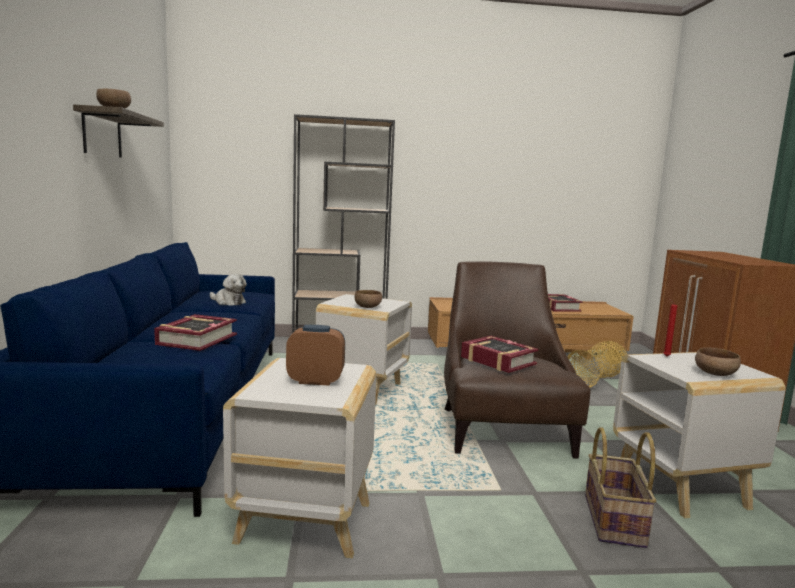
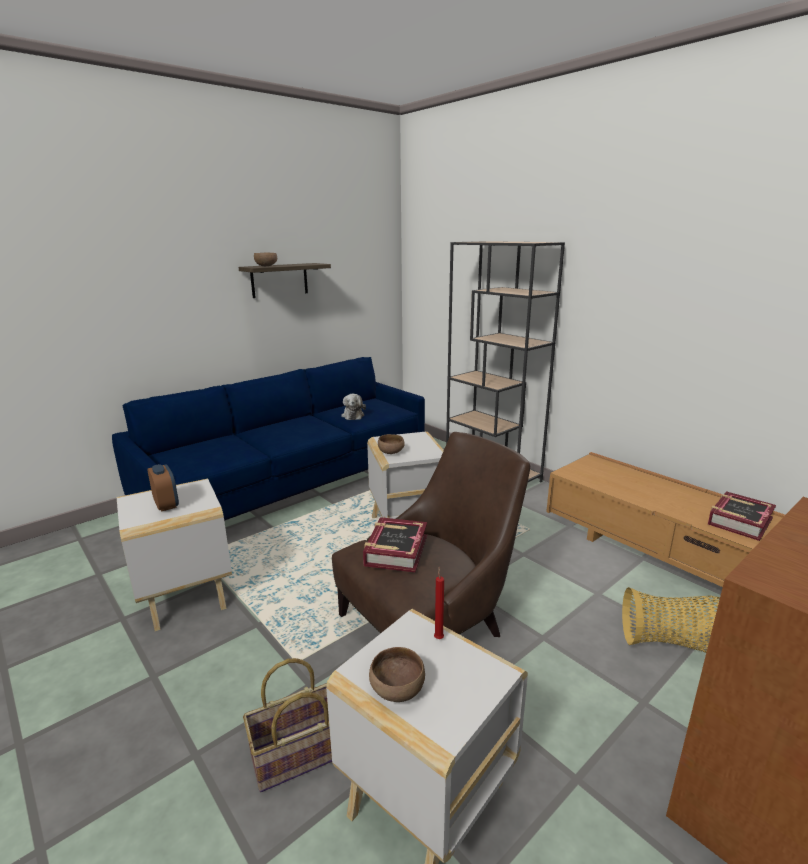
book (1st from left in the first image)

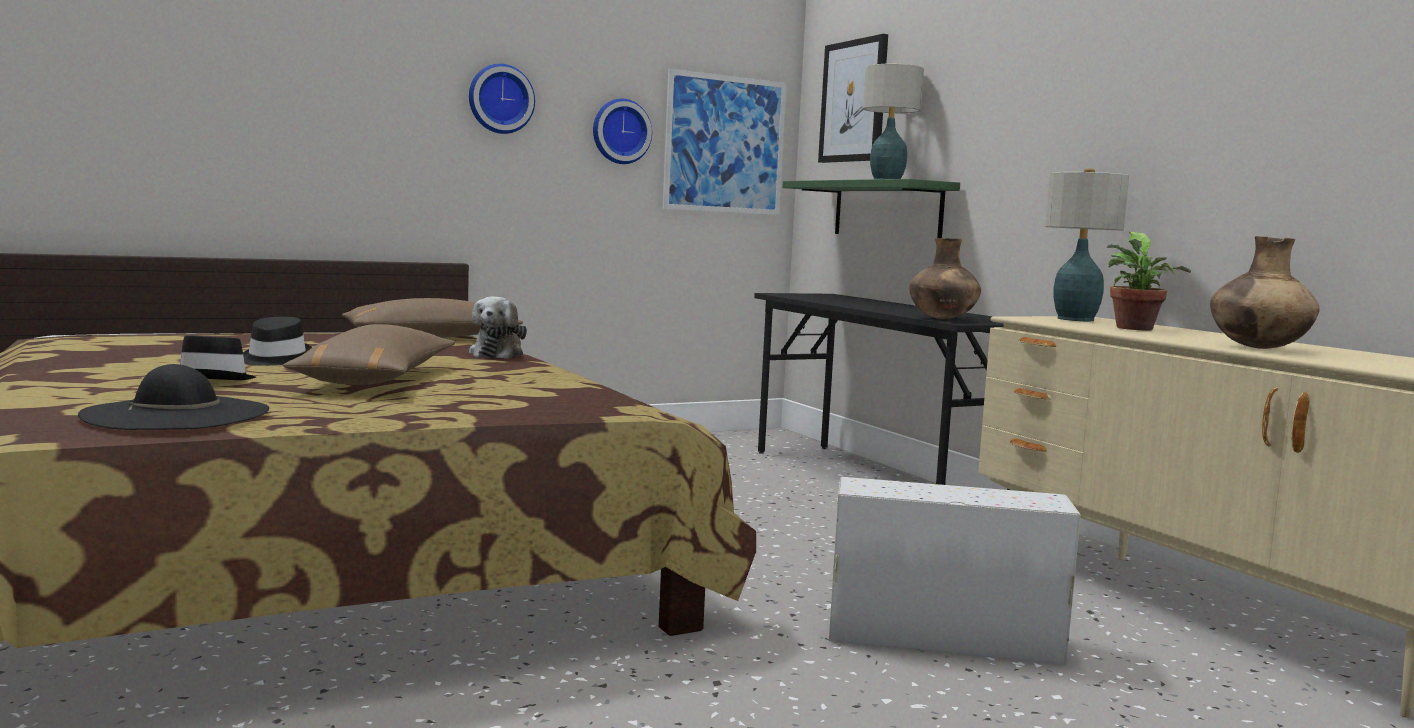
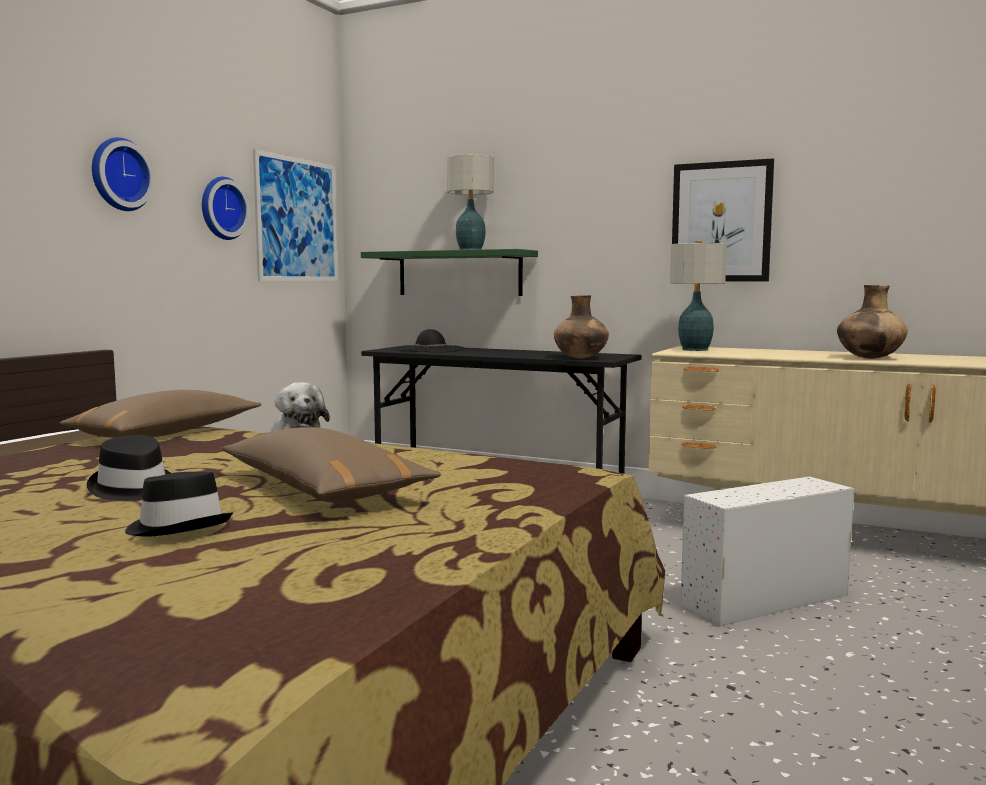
black hat (3rd from left)
picture (2nd from left)
potted plant

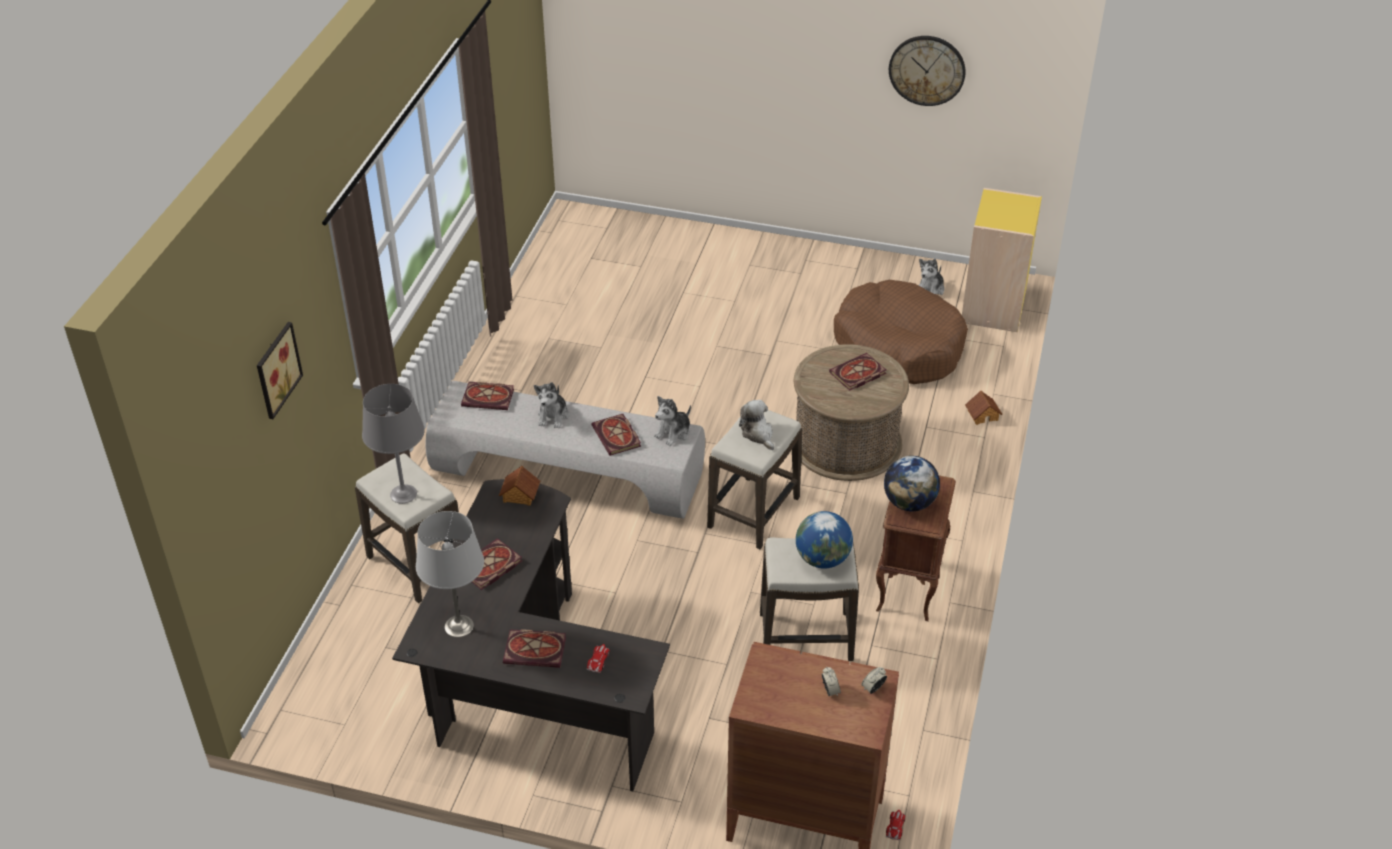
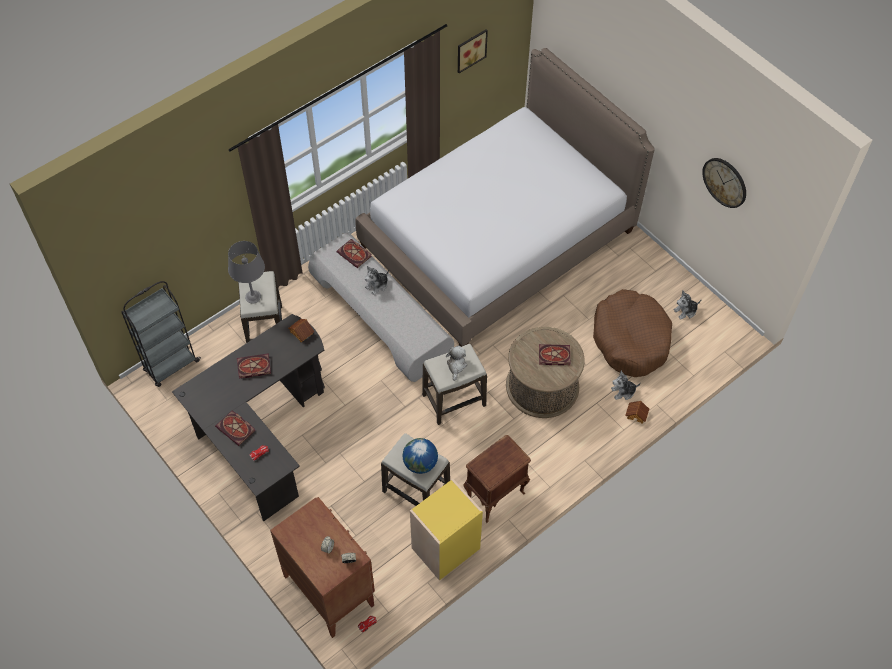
grey cart
bed
yellow bookcase
picture
plush toy (3rd from left)
grey table lamp (2nd from left in the first image)
book (4th from left in the first image)
globe (2nd from left in the first image)

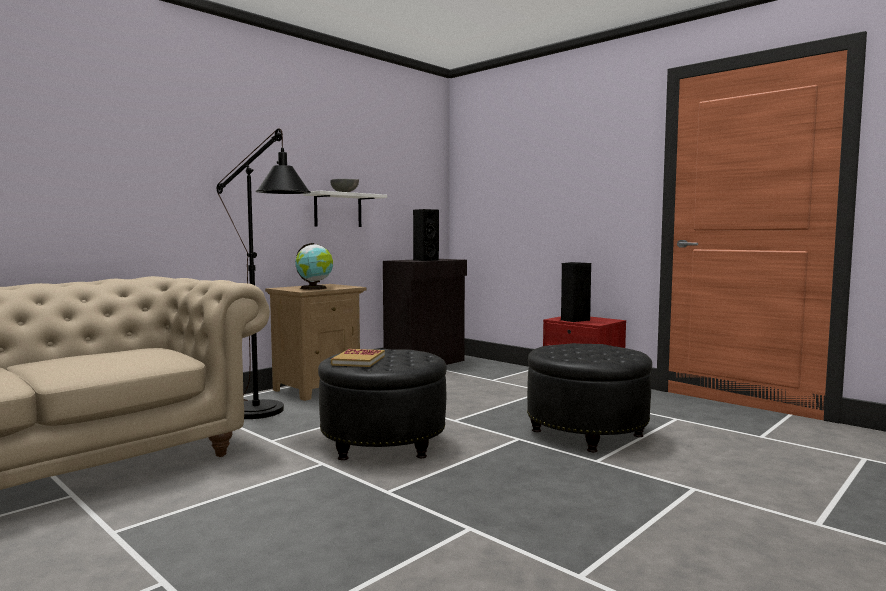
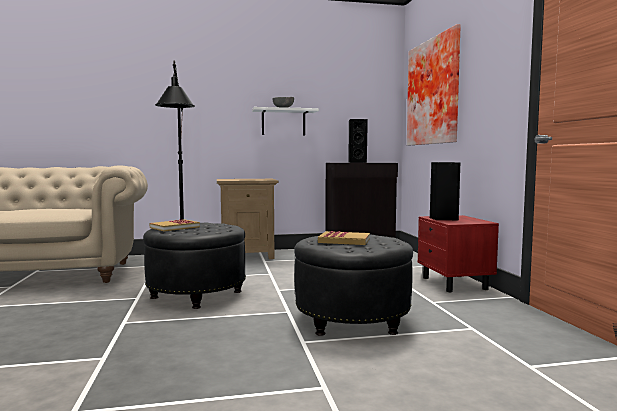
book (2nd from left)
picture
globe

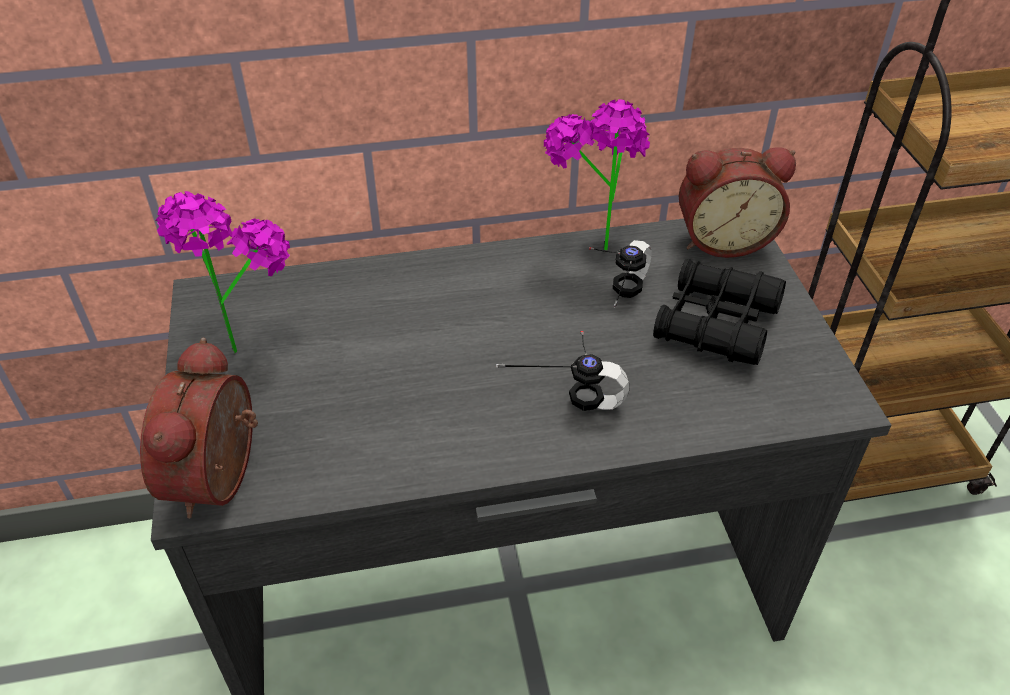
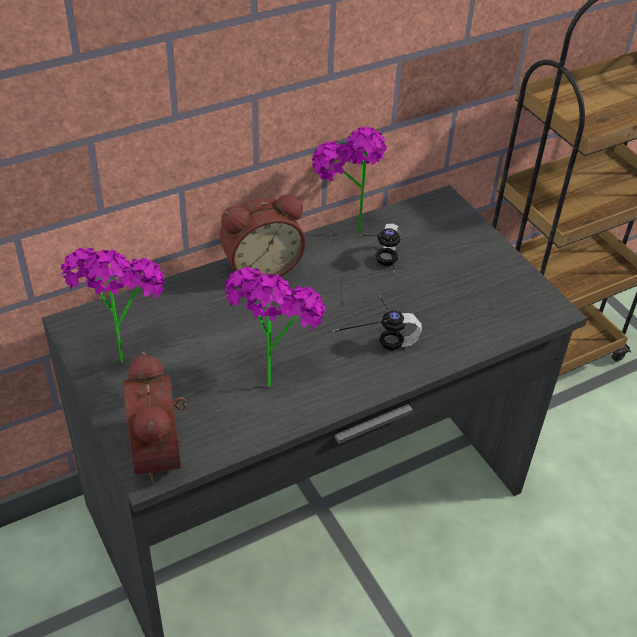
alarm clock (2nd from left)
potted plant (2nd from left)
black binoculars

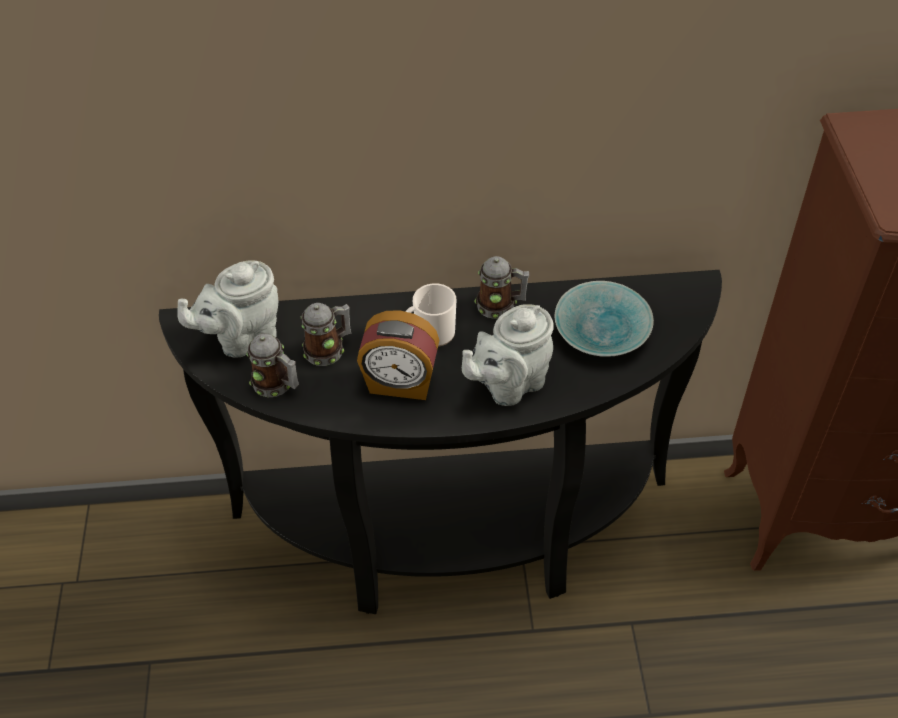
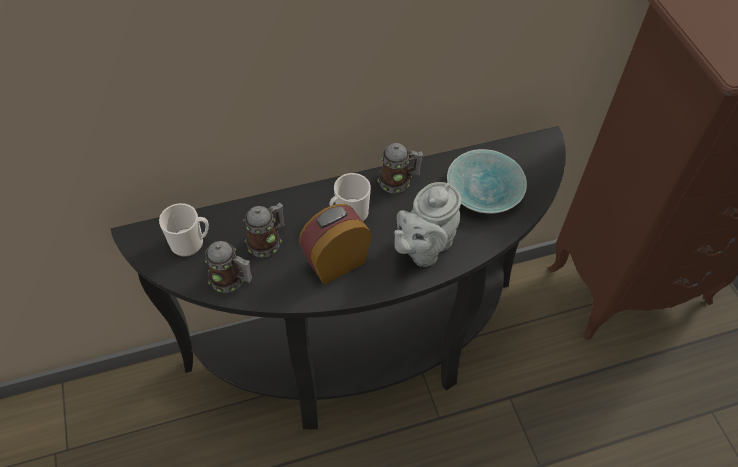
mug (1st from left)
alarm clock

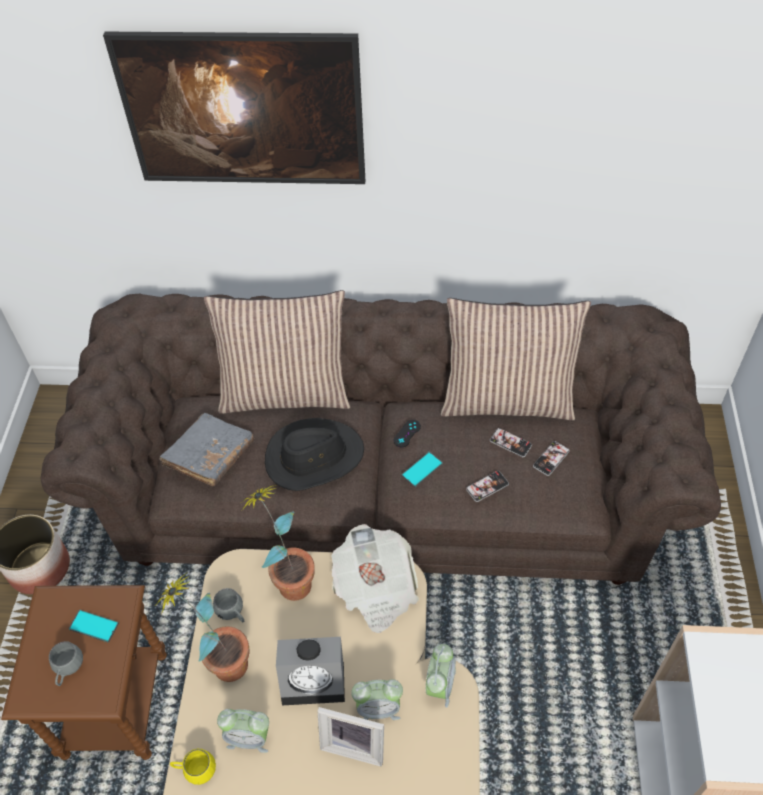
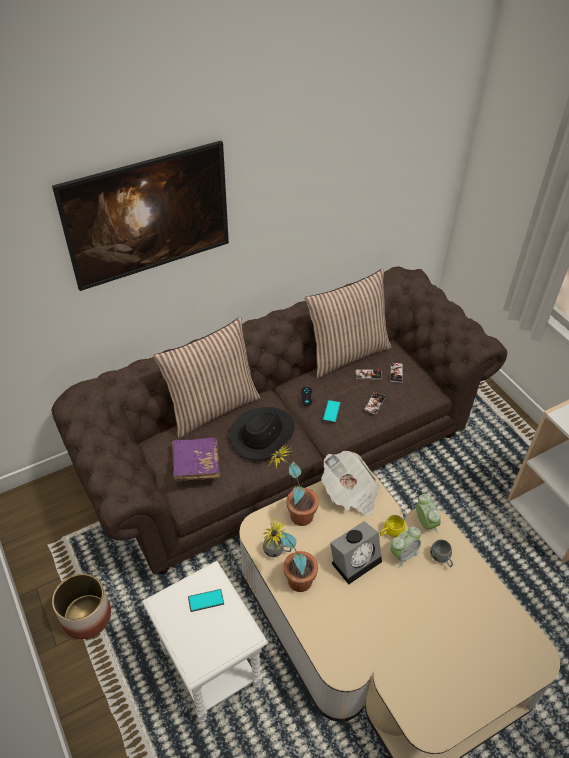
white side table
purple book
yellow mug
grey mug (2nd from left)
alarm clock (1st from left in the first image)
picture frame

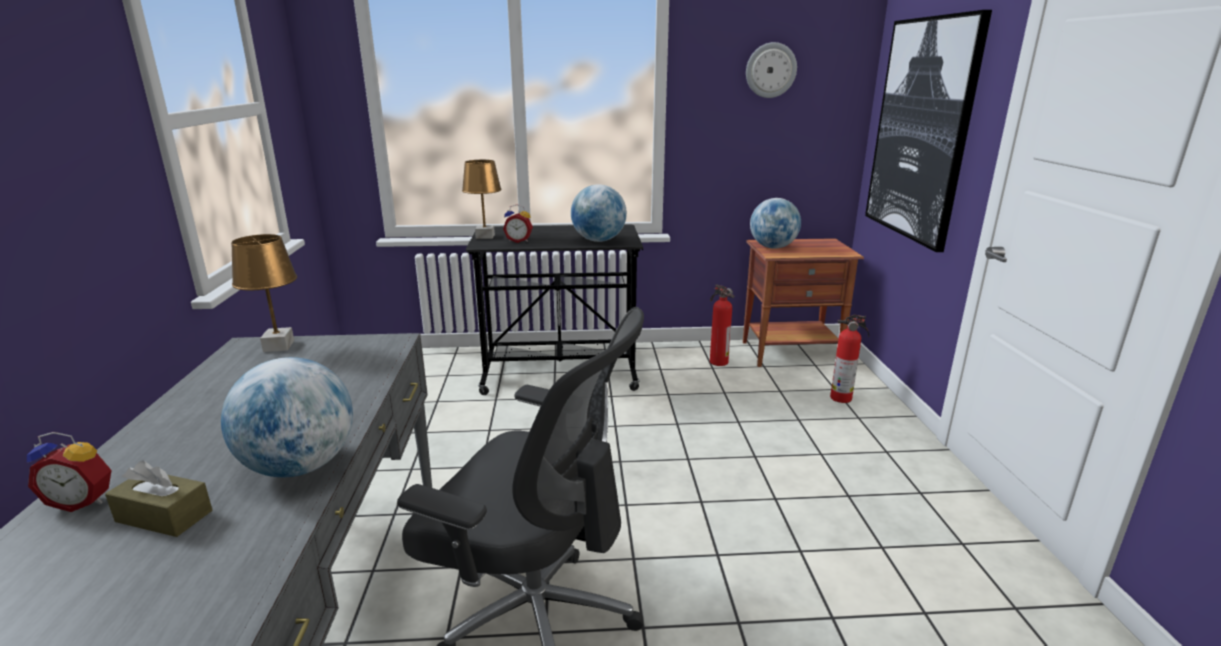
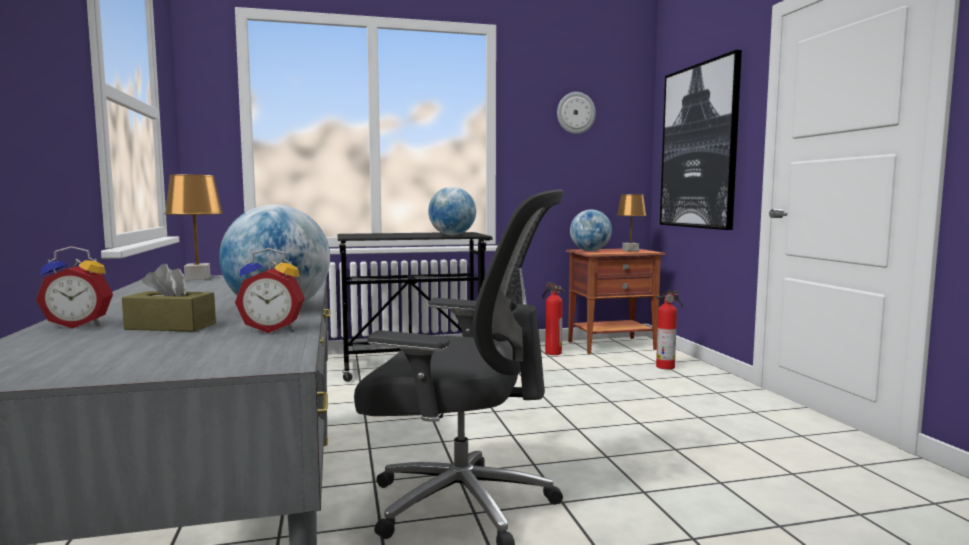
alarm clock (2nd from left)
brown table lamp (2nd from left)

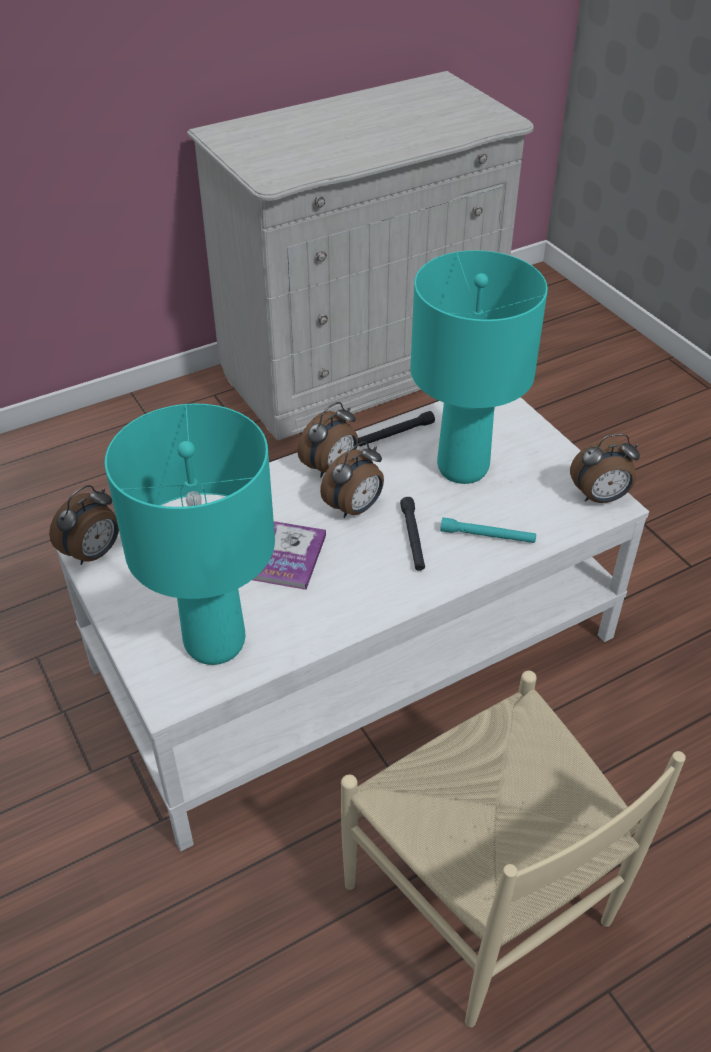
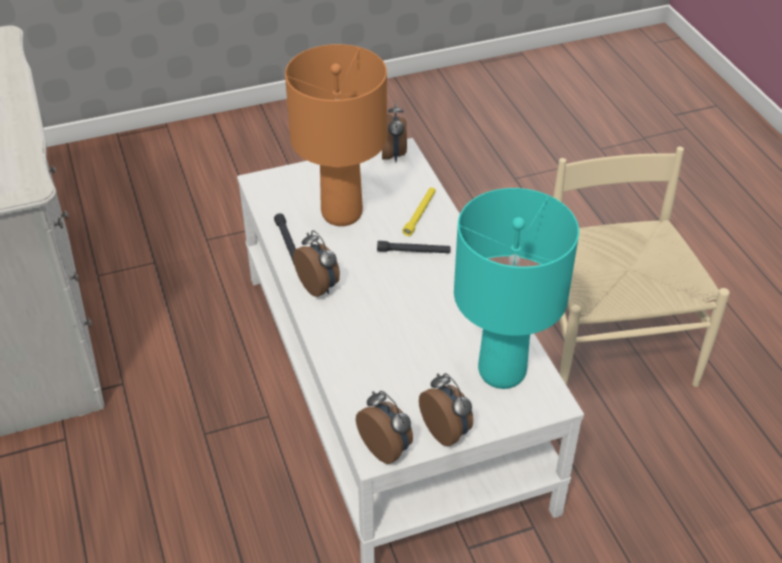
orange table lamp
yellow flashlight
alarm clock (4th from left)
beige chair
book

